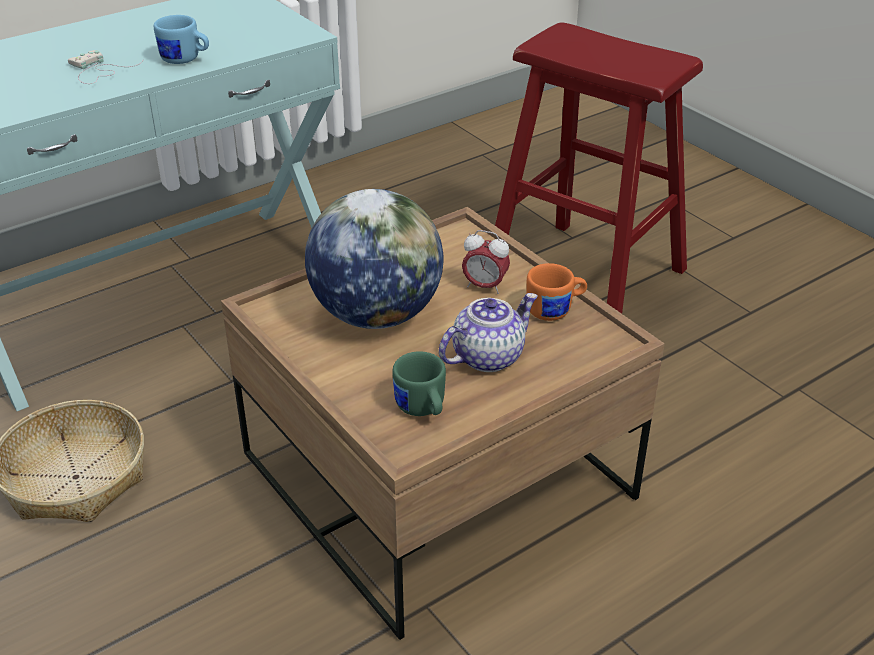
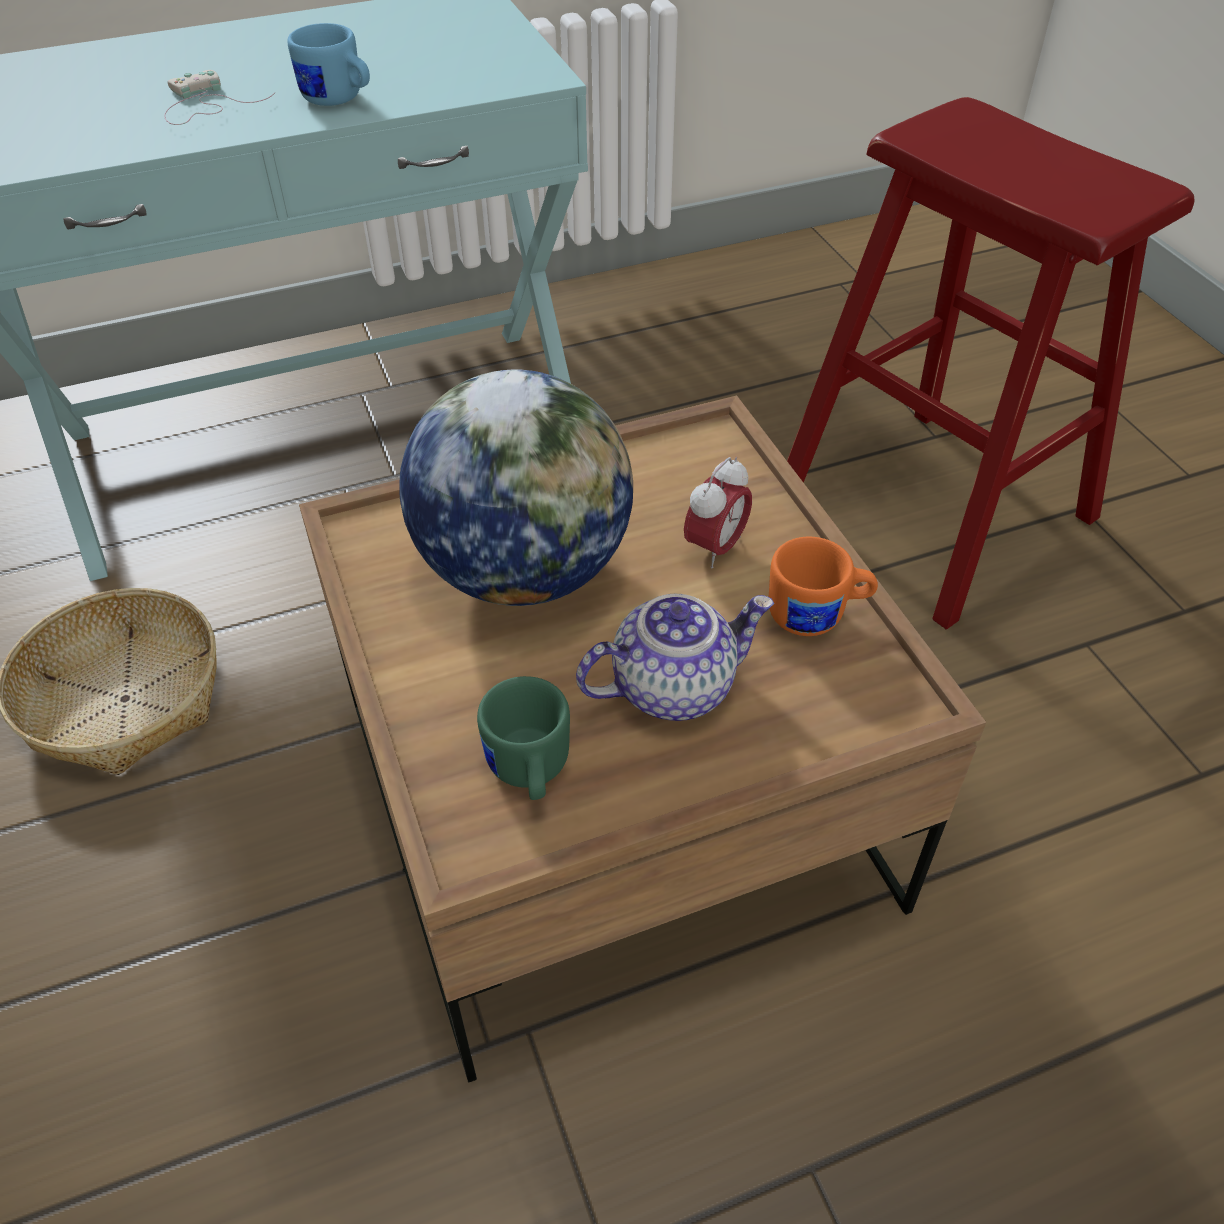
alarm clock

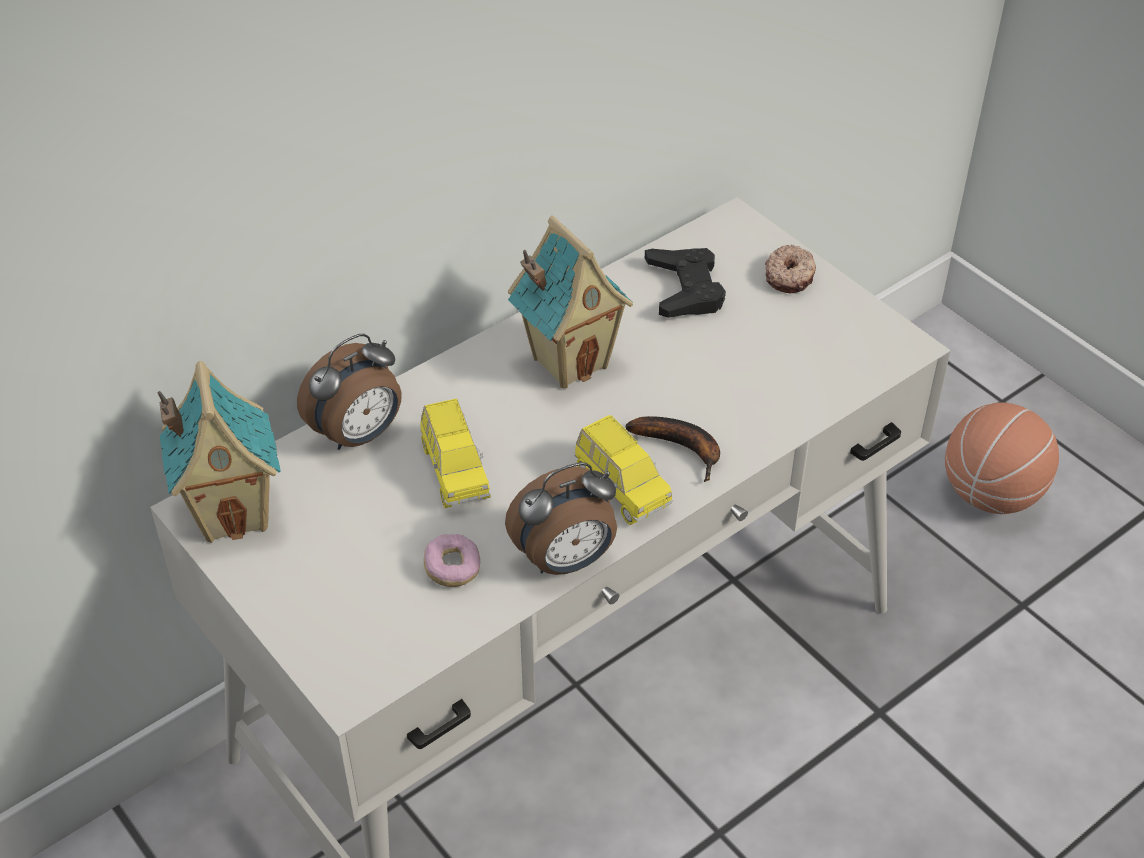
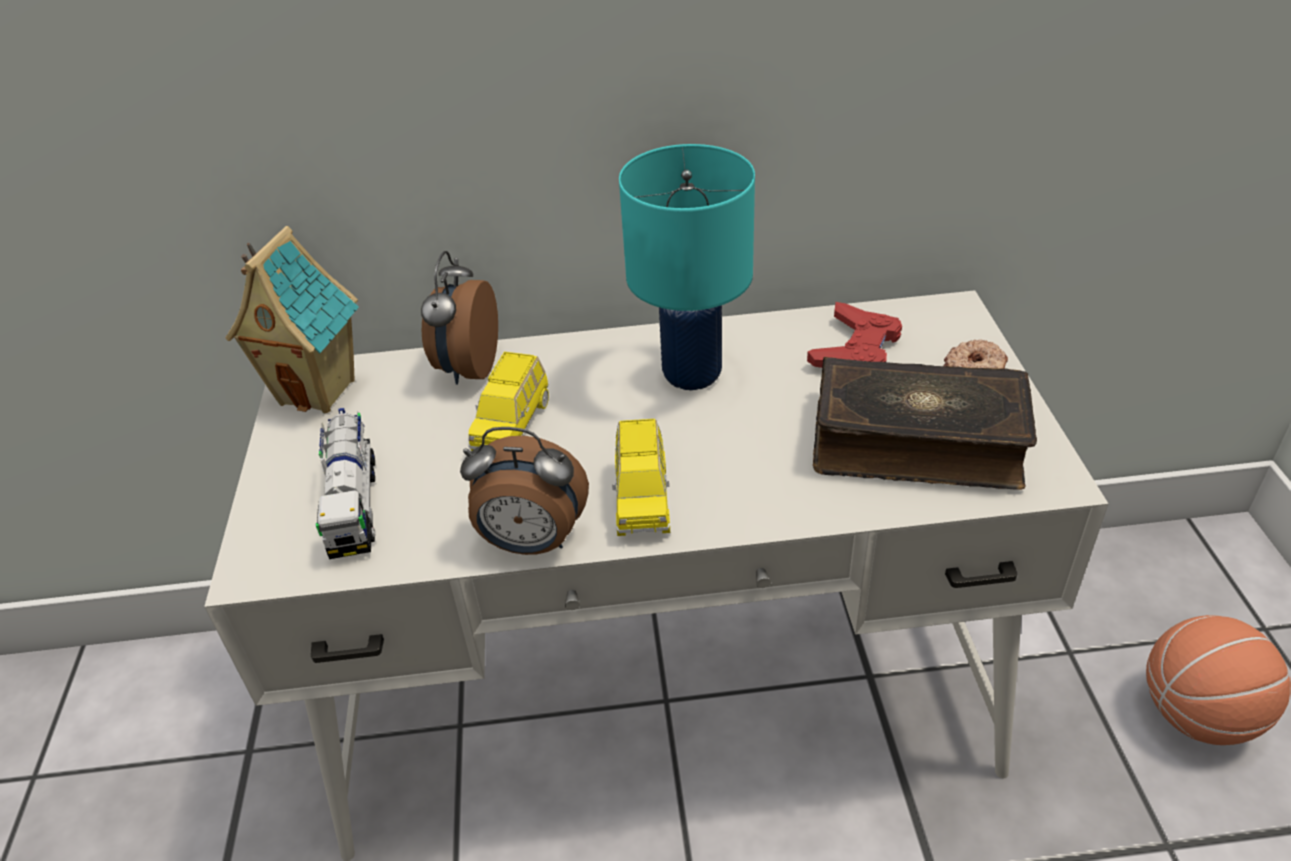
toy truck
alarm clock (1st from left)
turquoise table lamp
red game controller
book
donut (1st from left in the first image)
banana

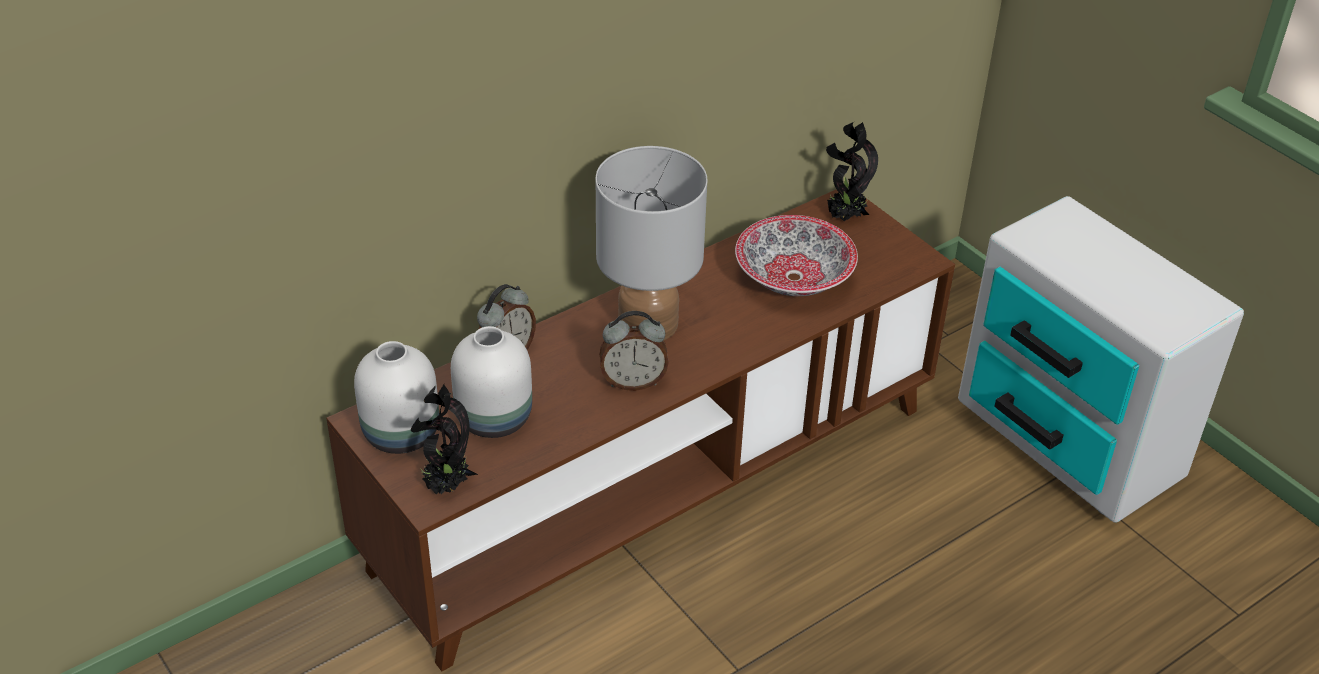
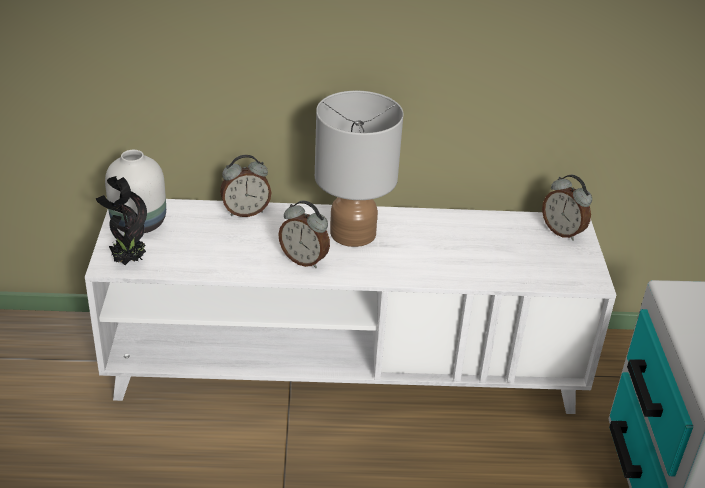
white tv stand
alarm clock (3rd from left)
white vase (2nd from left in the first image)
bowl

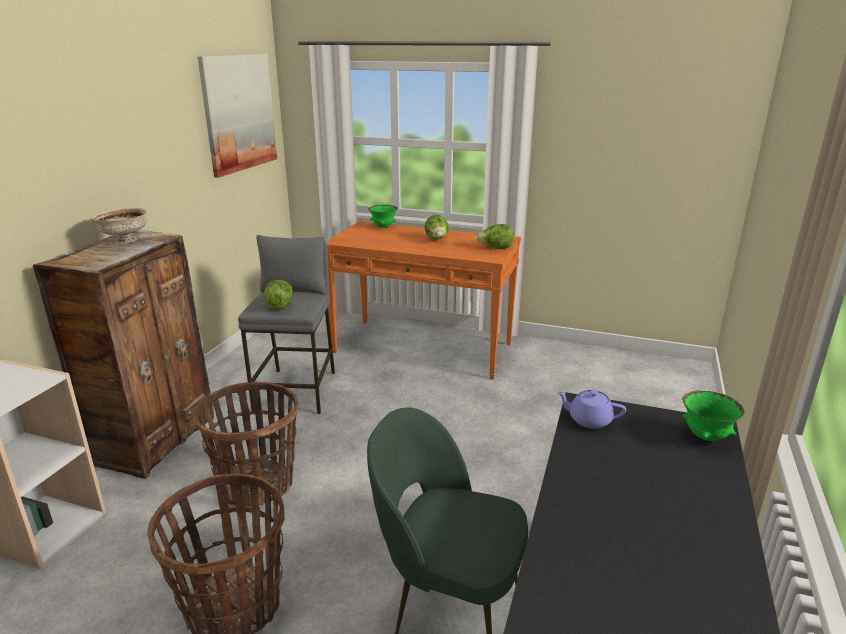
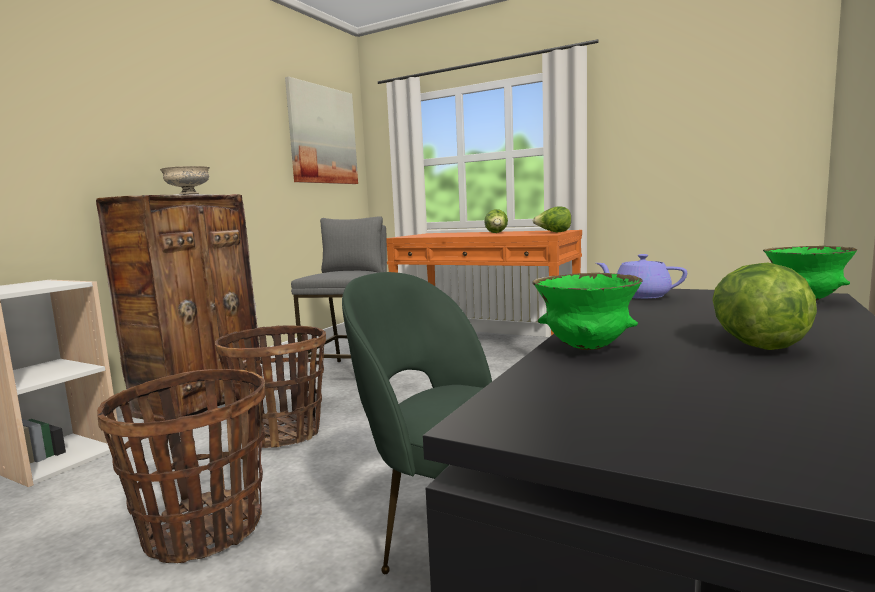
green bowl (1st from left)
lettuce (3rd from left)

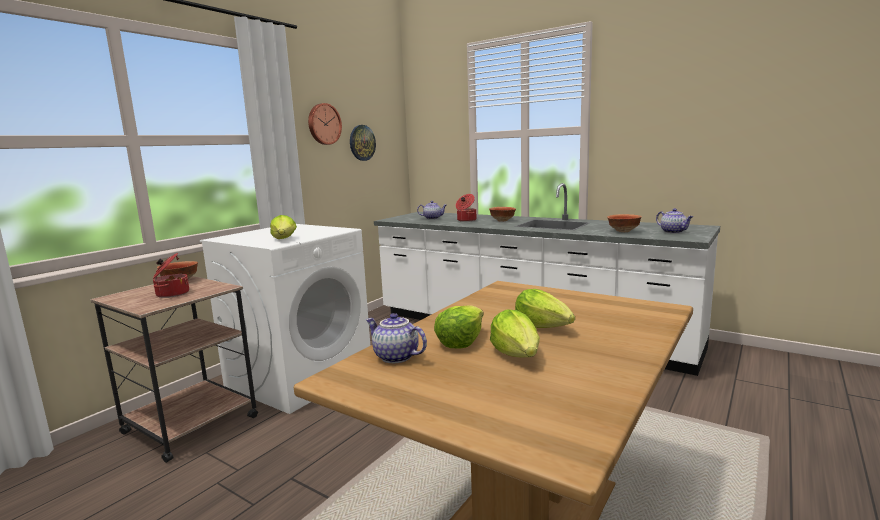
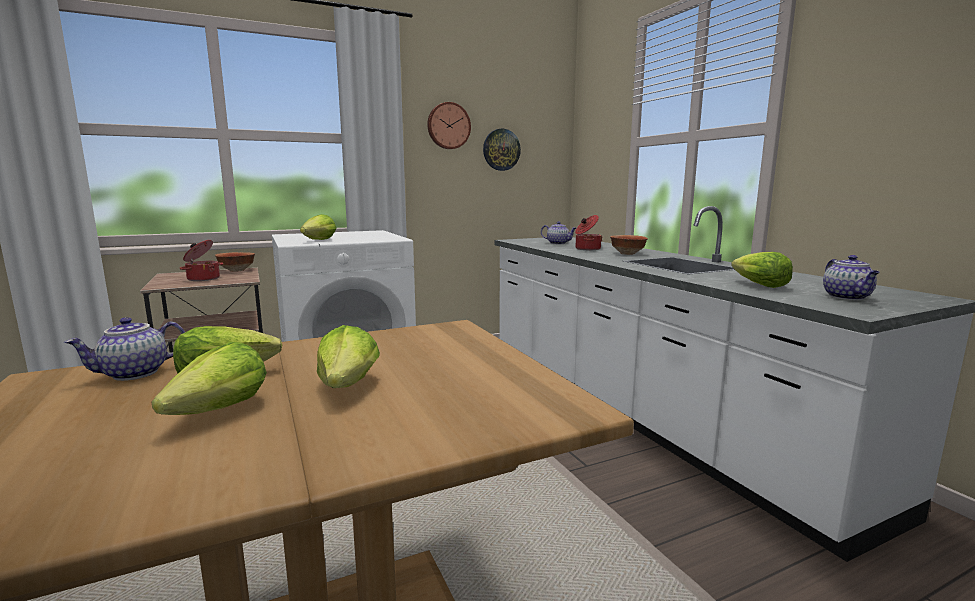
teapot (1st from left)
lettuce (5th from left)

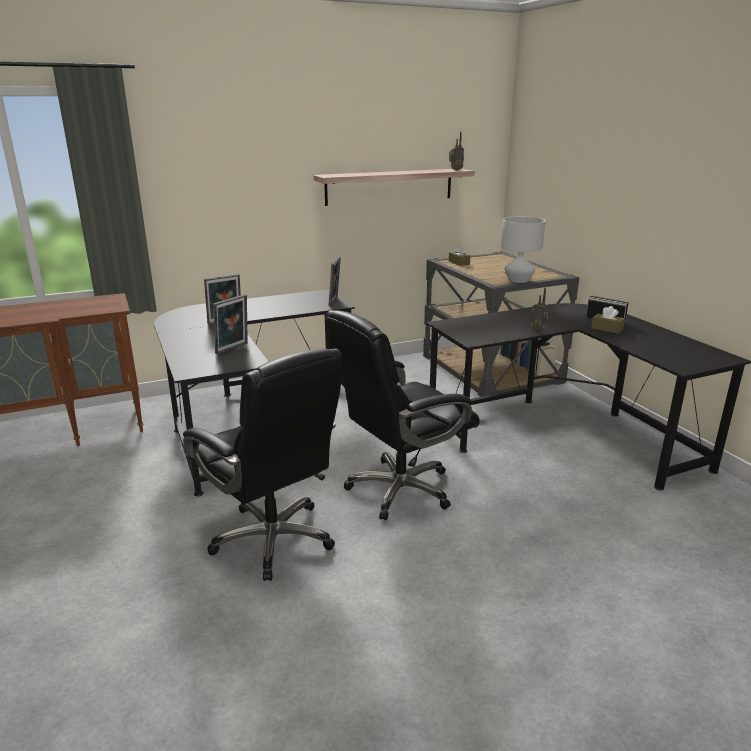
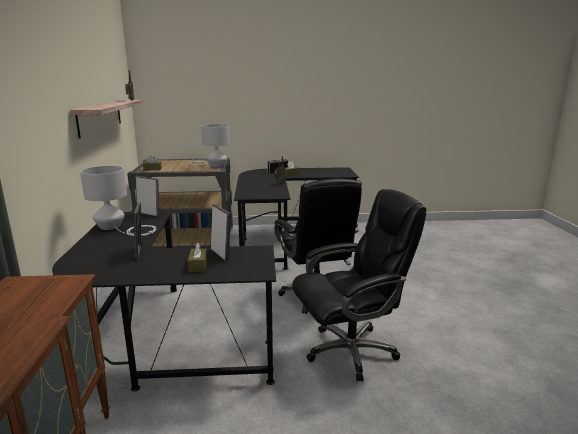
grey table lamp (1st from left)
brown tissue box (2nd from left)

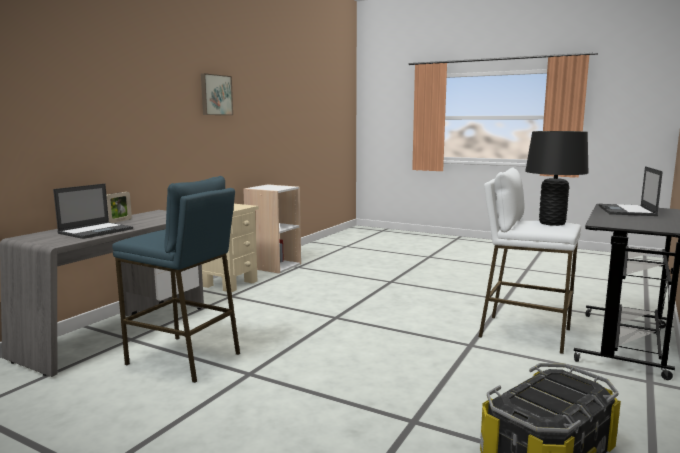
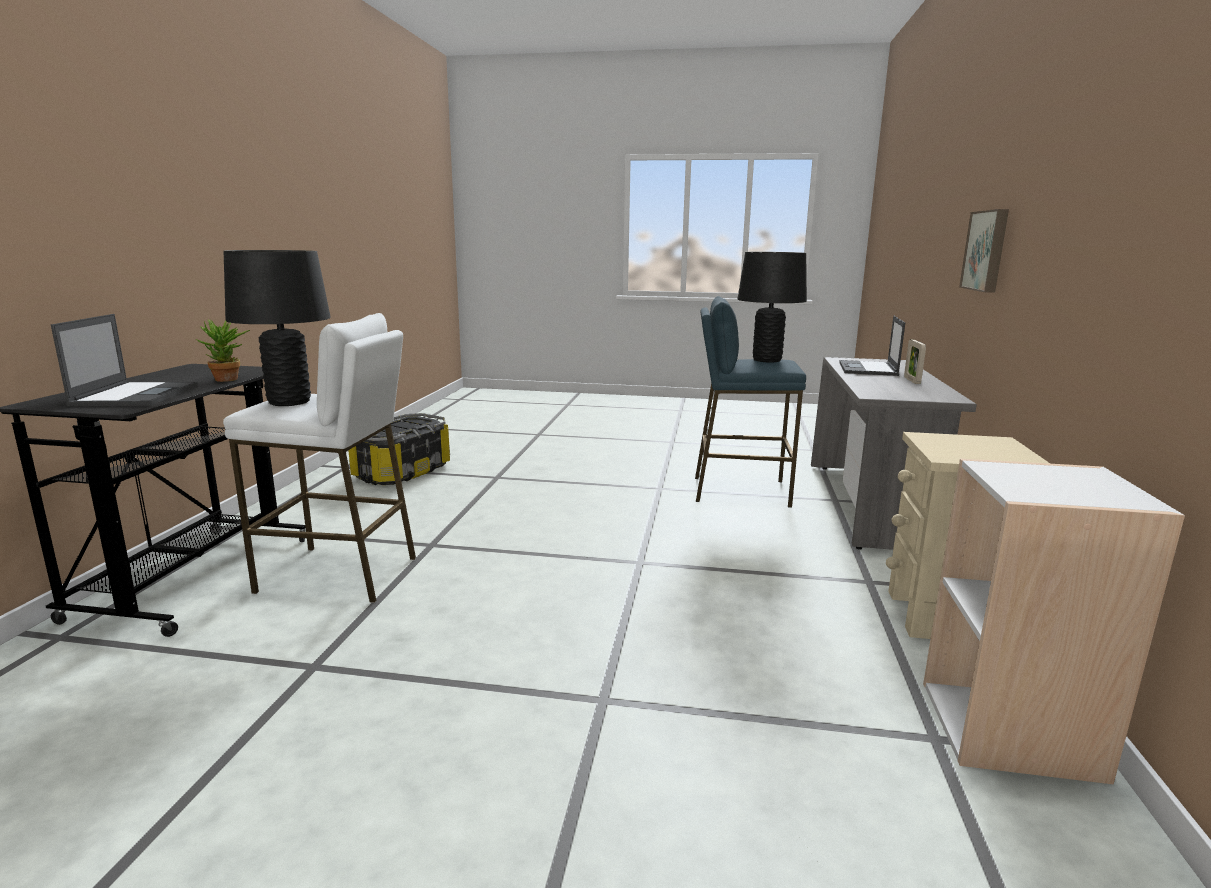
potted plant
black table lamp (2nd from left)
picture

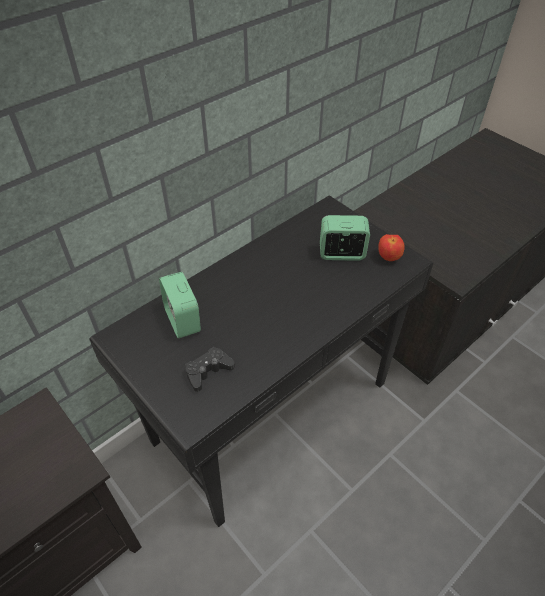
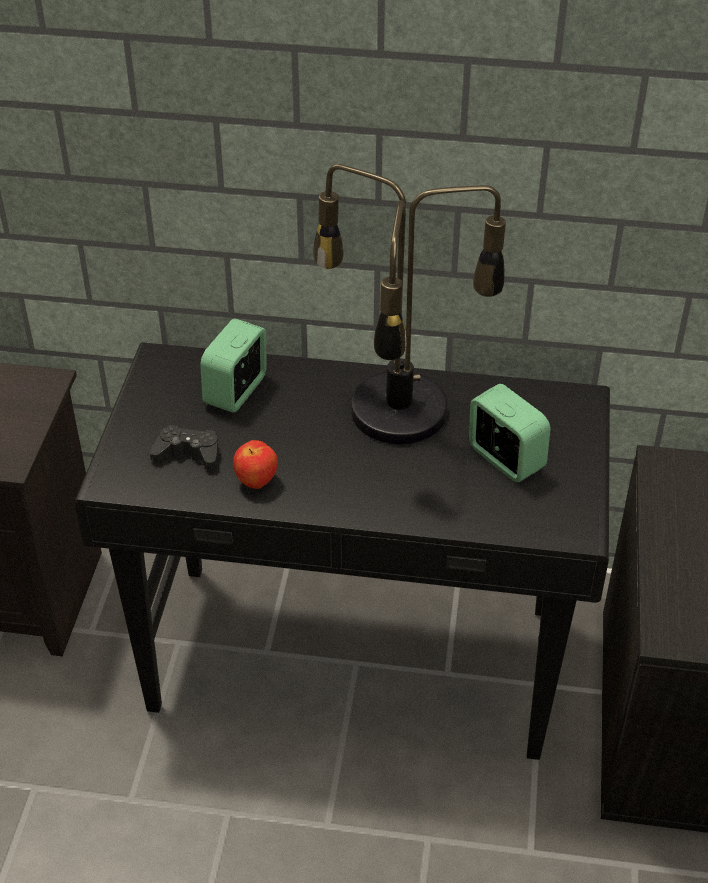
apple
table lamp

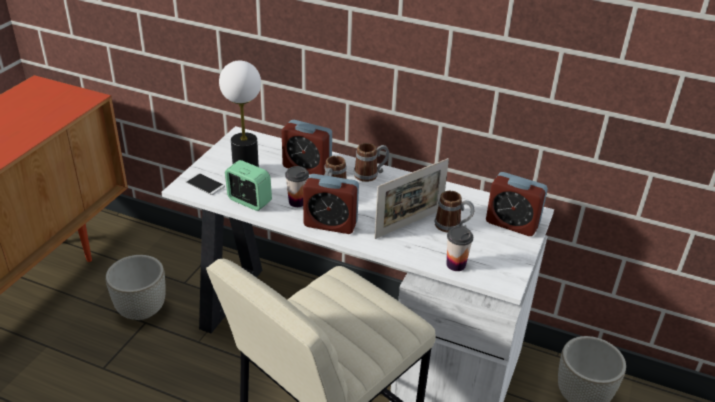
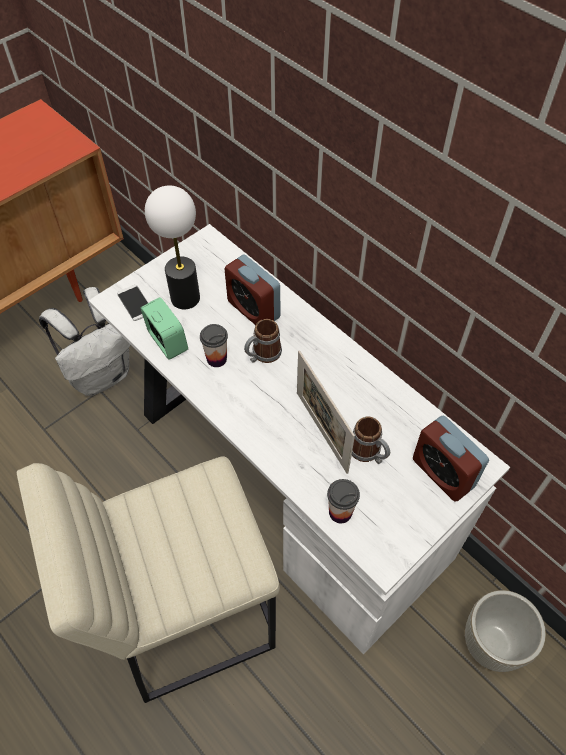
white backpack
picture frame
alarm clock (3rd from left in the first image)
mug (2nd from left in the first image)

